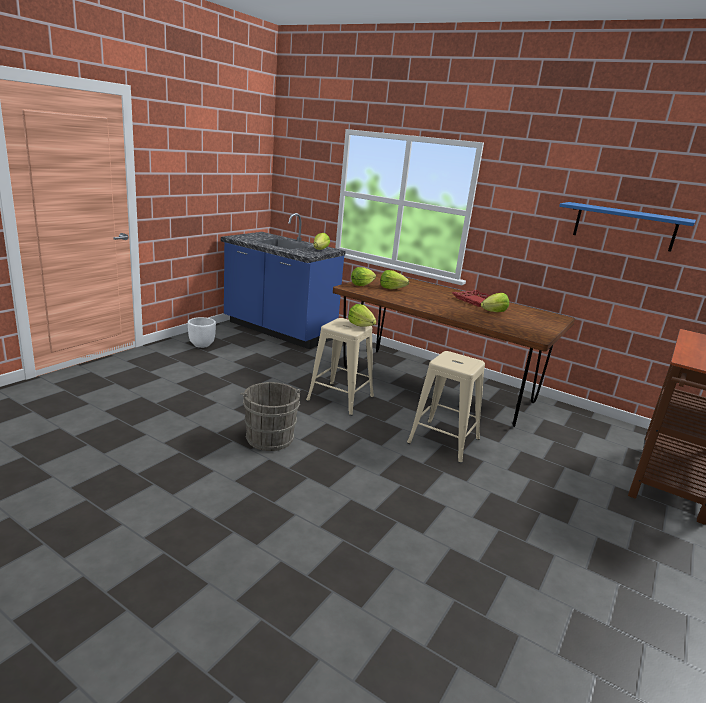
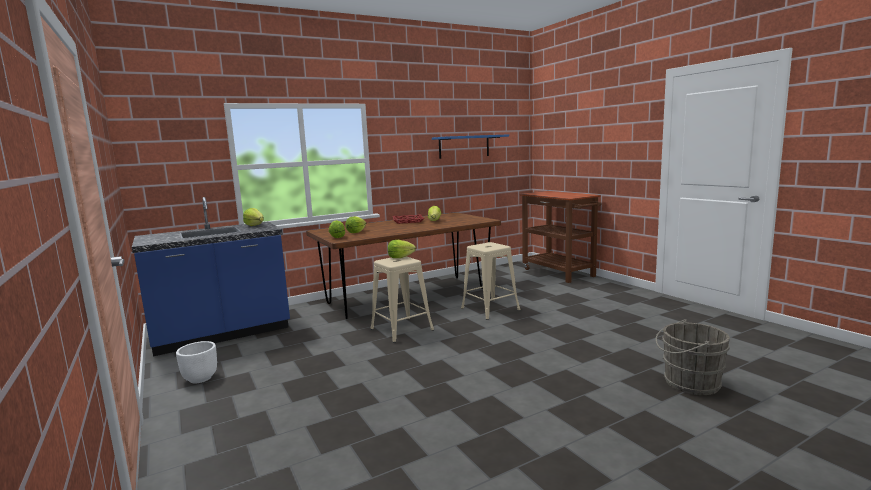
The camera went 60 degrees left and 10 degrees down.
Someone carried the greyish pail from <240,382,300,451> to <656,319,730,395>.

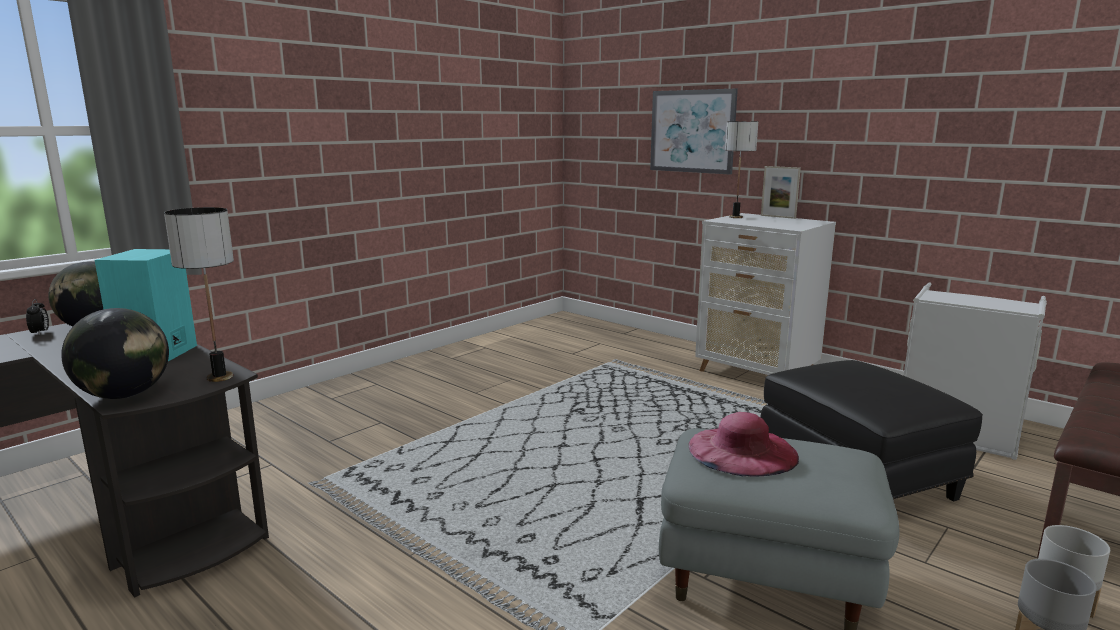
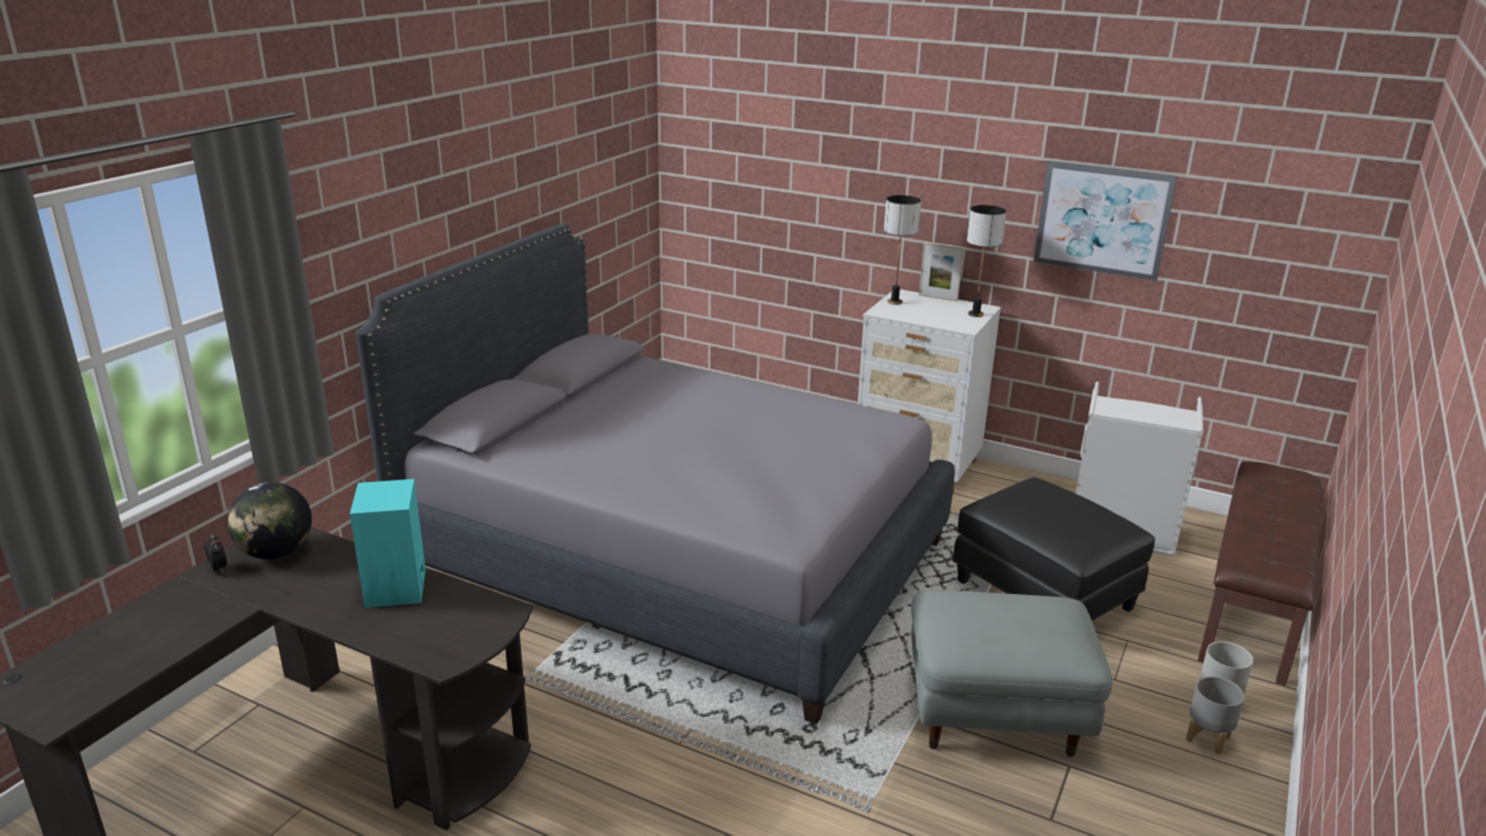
The camera went 15 degrees left and 10 degrees up.
Someone took away the desk globe at <61,308,169,399>.
Someone carried the tabletop lamp from <164,207,234,382> to <967,205,1006,317>.
Someone carried the wall picture from <650,89,738,174> to <1033,161,1177,281>.
Someone took away the pink clothing hat at <689,412,799,477>.
Someone put down the greyish bed at <356,223,955,725>.

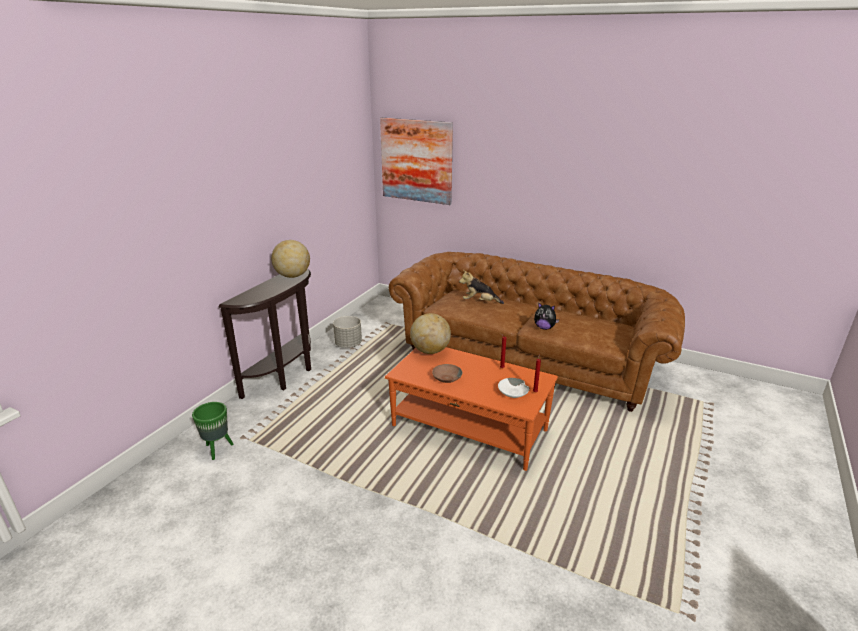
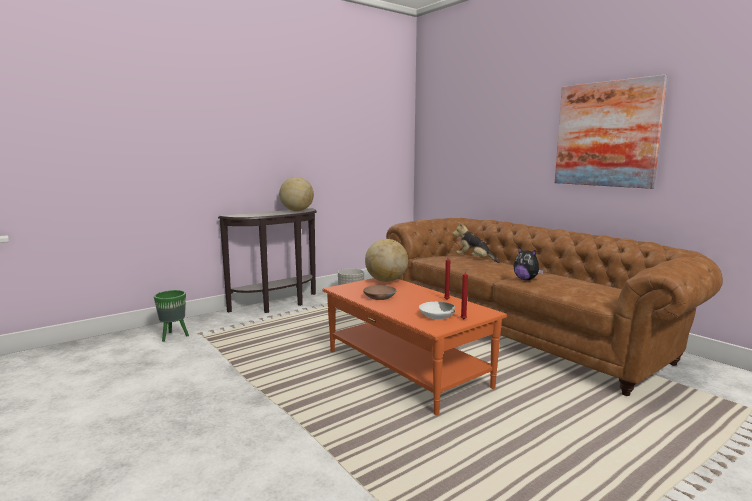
The camera went 25 degrees right and 15 degrees down.
Someone carried the wall picture from <380,118,453,205> to <555,75,667,189>.

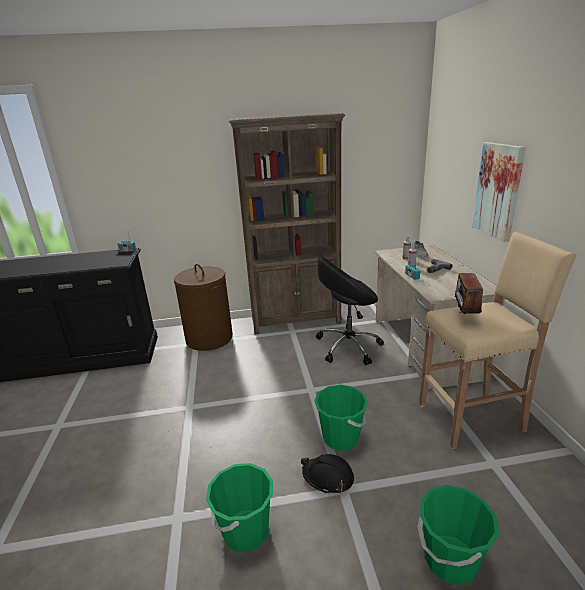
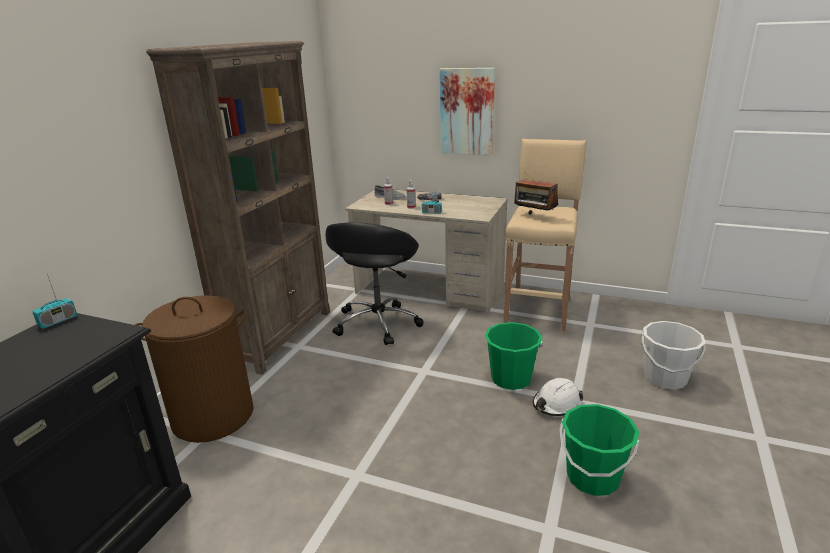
The camera went 60 degrees left and 0 degrees up.
Someone repainted the blackish work helmet at <301,454,354,494>, which became the white work helmet at <533,378,583,416>.
Someone repainted the green pail at <417,485,499,585>, which became the white pail at <641,321,706,390>.

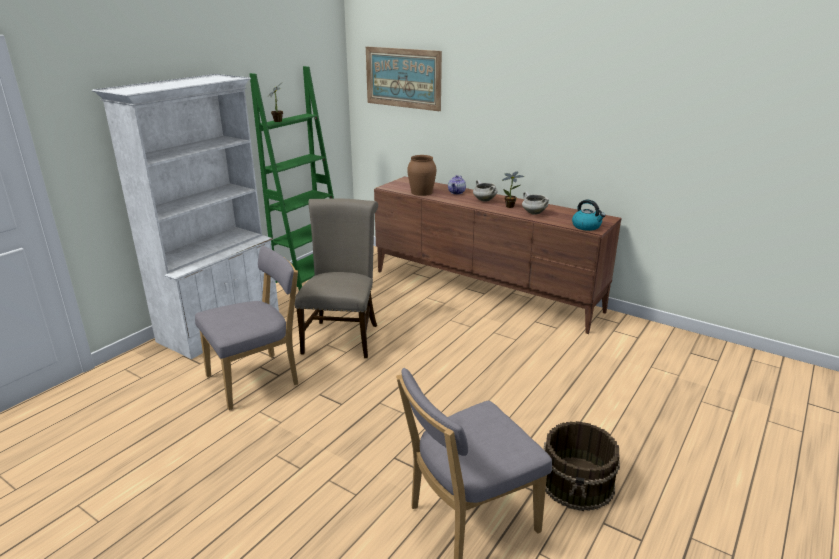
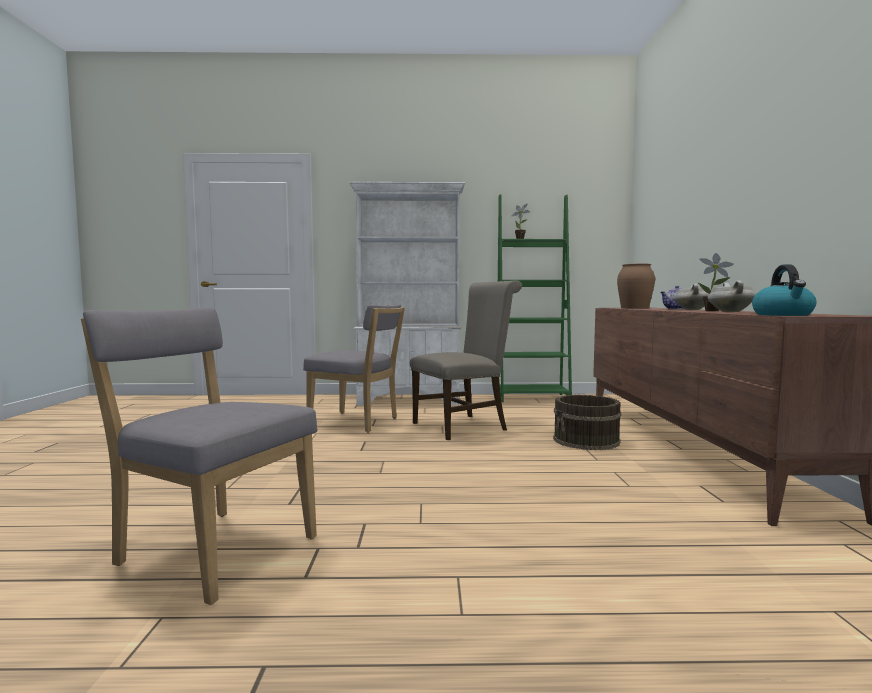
The camera went 55 degrees right and 20 degrees down.
Someone took away the wall picture at <366,47,442,111>.
Someone carried the brownish pail from <544,421,620,511> to <553,395,622,450>.

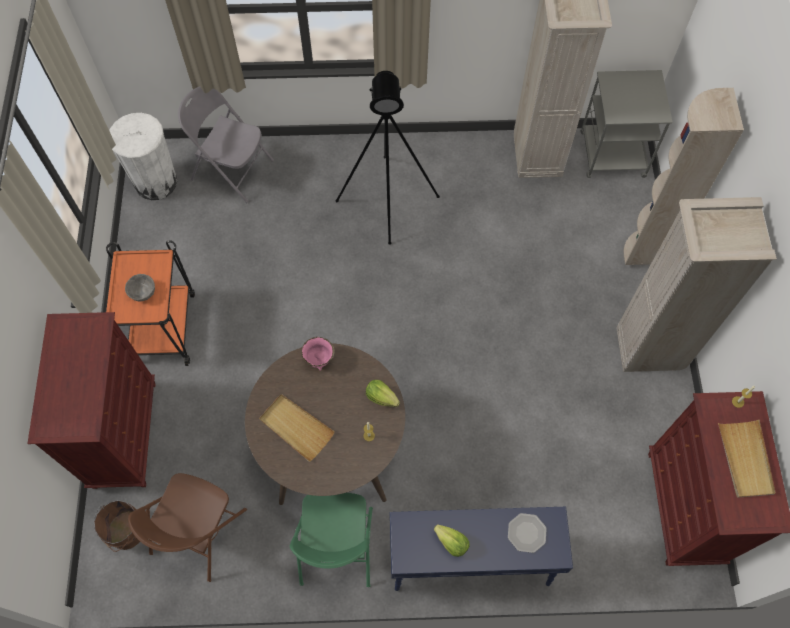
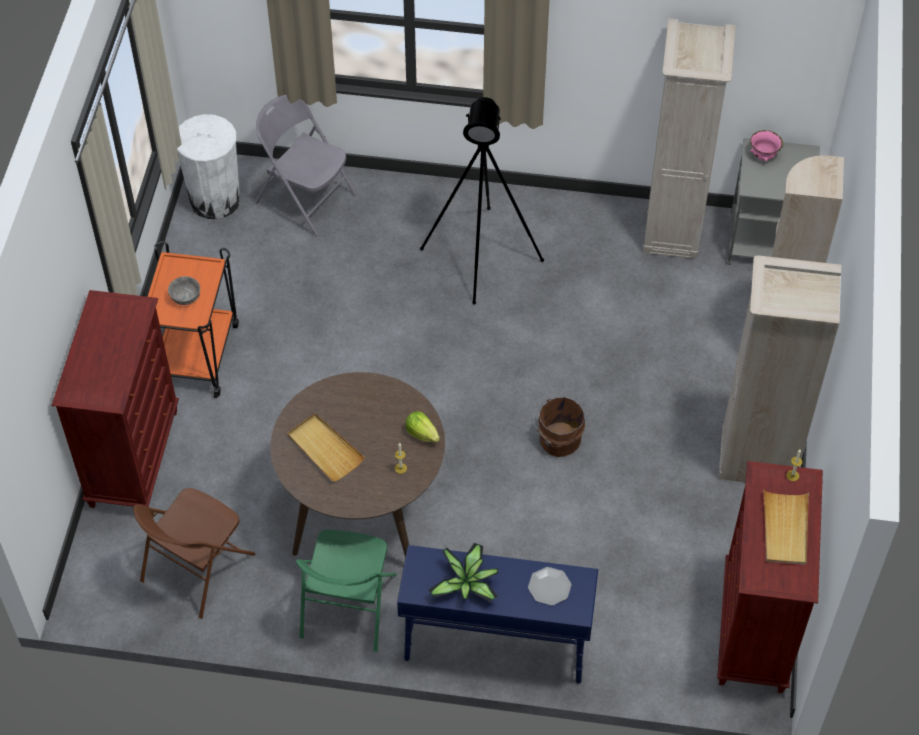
The camera went 10 degrees right and 10 degrees down.
Someone carried the brownish pail from <93,500,140,552> to <533,397,585,457>.
Someone carried the pink deep dish from <301,337,335,371> to <750,130,783,161>.
Someone swapped the lettuce head at <434,524,470,557> for the plant in a pot at <428,543,498,602>.

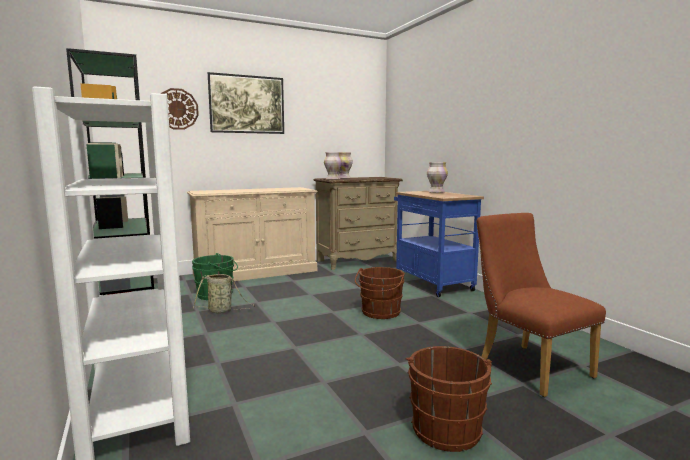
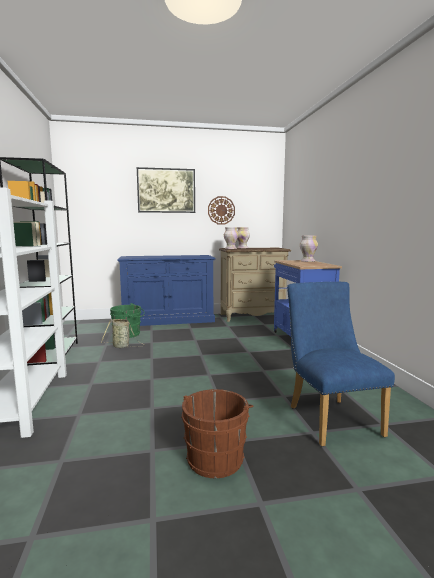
The camera went 15 degrees right and 0 degrees up.
Someone carried the clock on the wall from <161,88,199,130> to <208,196,235,225>.
Someone repainted the sand-coloured storage cabinet at <187,187,318,282>, which became the blue-coloured storage cabinet at <117,255,216,326>.
Someone took away the brownish pail at <355,267,405,319>.
Someone repainted the brownish chair at <476,213,606,397>, which became the blue-coloured chair at <287,282,395,447>.

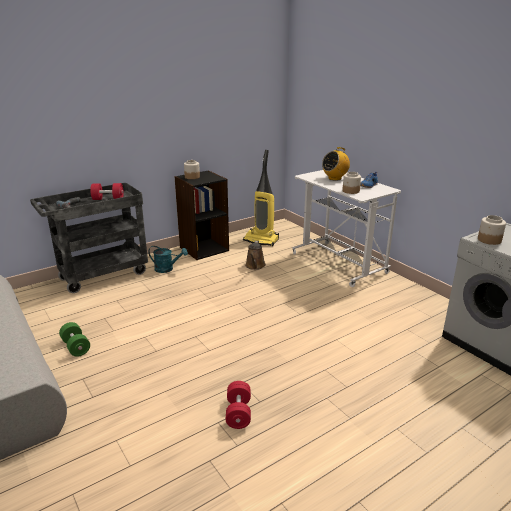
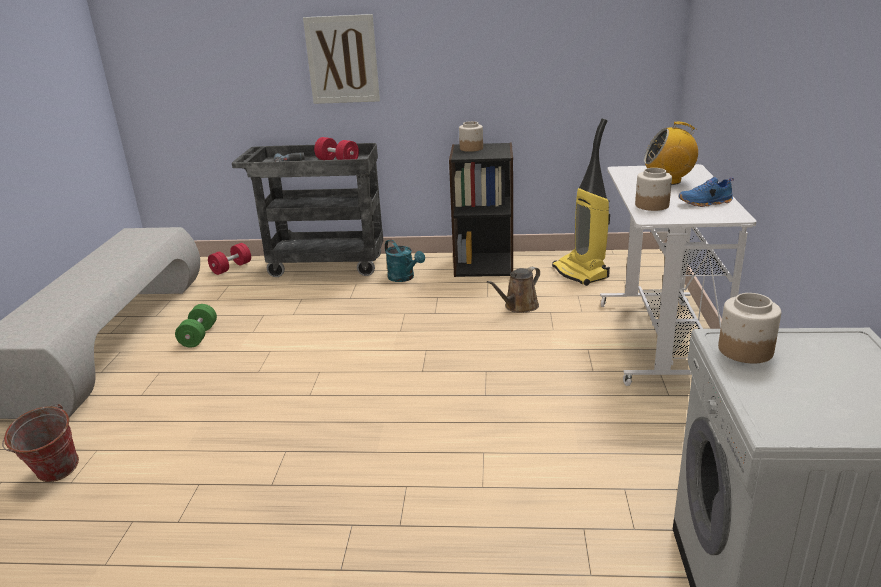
The camera went 40 degrees right and 0 degrees up.
Someone carried the reddish hand weight from <226,381,251,429> to <208,243,251,275>.
Someone put down the pail at <2,404,79,482>.
Someone put up the wall picture at <303,14,380,104>.

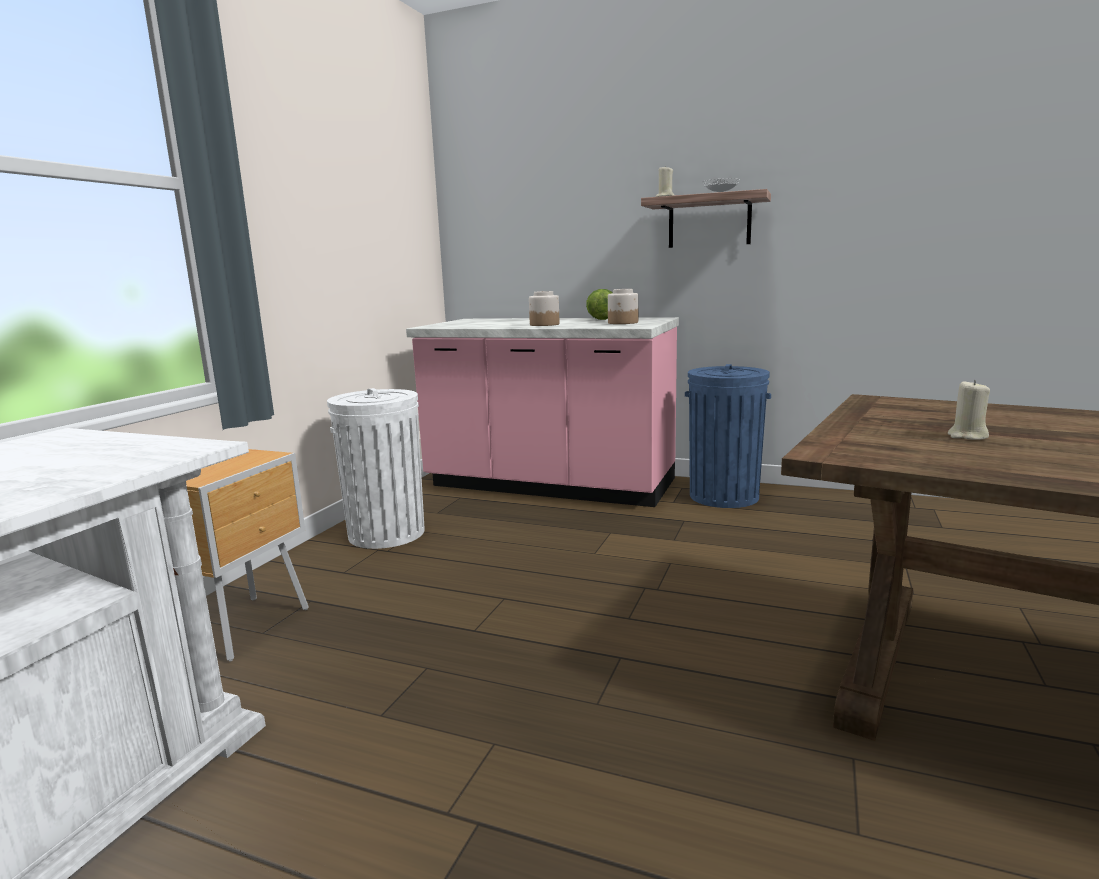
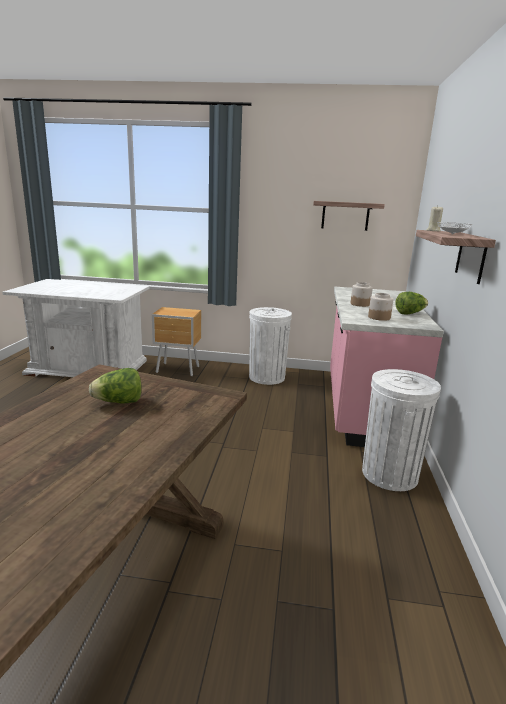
The camera went 75 degrees right and 5 degrees up.
Someone repainted the blue-coloured waste bin at <685,364,771,508>, which became the white waste bin at <362,369,441,491>.
Someone swapped the sand-coloured wax light at <948,380,990,440> for the lettuce head at <89,368,141,403>.
Someone put up the shelf at <313,201,385,231>.

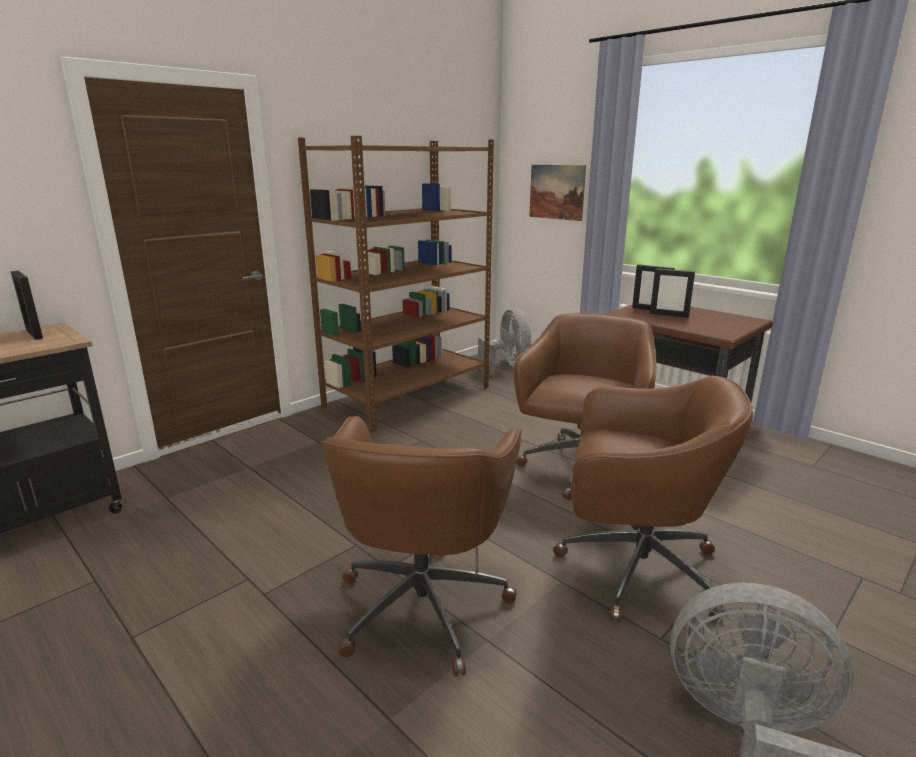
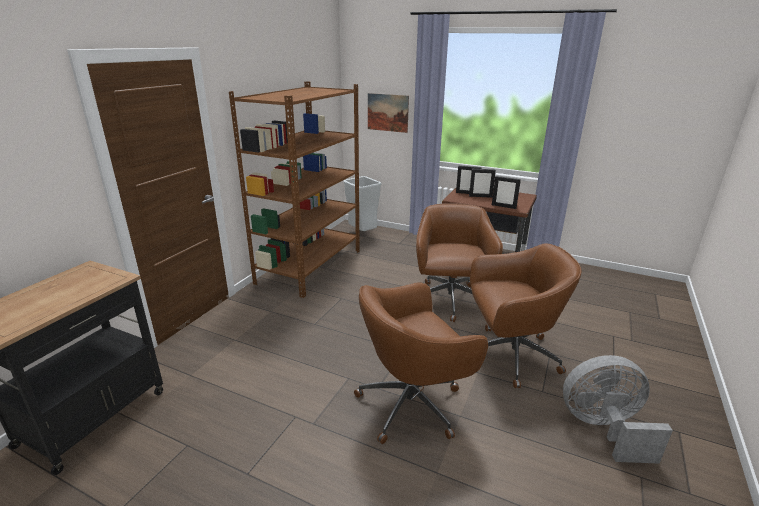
The camera went 20 degrees left and 5 degrees up.
Someone carried the picture frame from <11,271,43,340> to <492,176,521,209>.
Someone rotated the brownish office chair at <322,416,521,676> by 75 degrees clockwise.
Someone swapped the greyish electric fan at <478,308,531,376> for the greyish waste bin at <344,176,382,231>.

